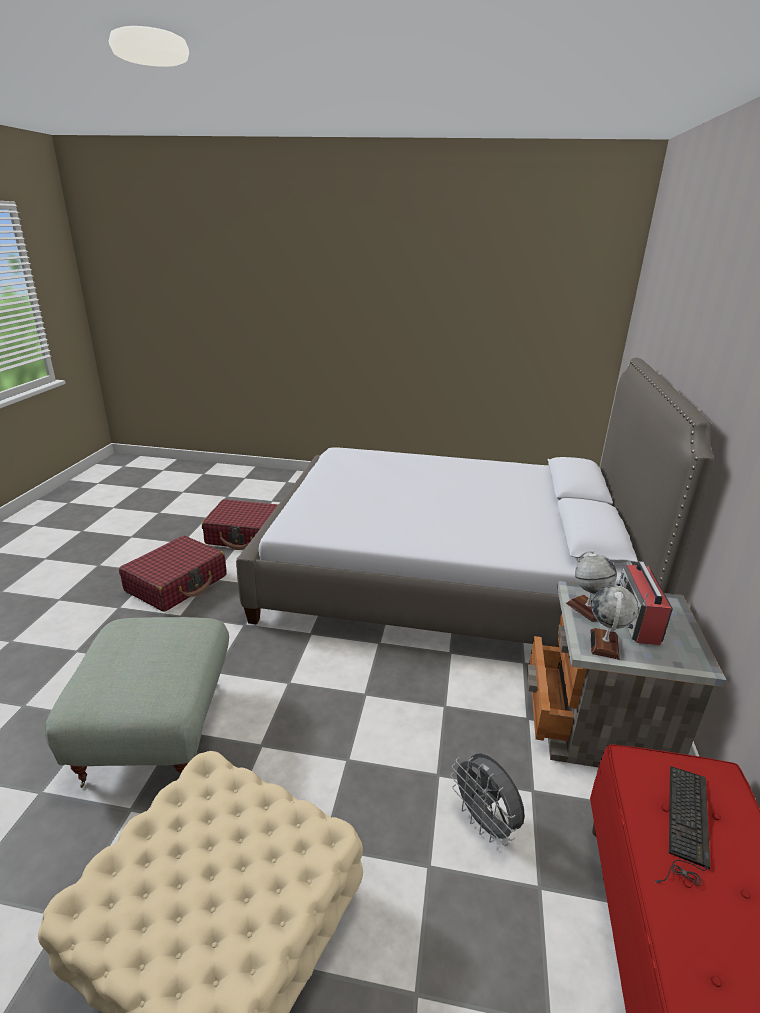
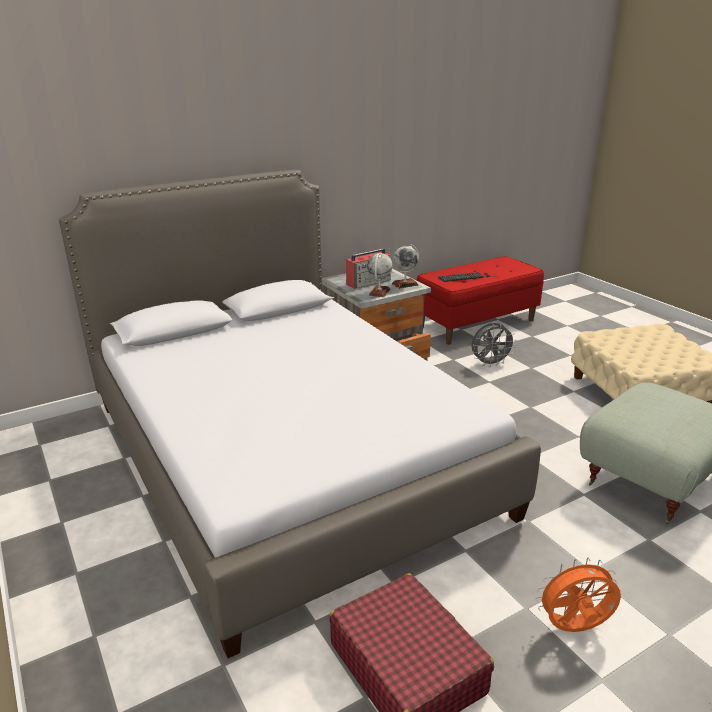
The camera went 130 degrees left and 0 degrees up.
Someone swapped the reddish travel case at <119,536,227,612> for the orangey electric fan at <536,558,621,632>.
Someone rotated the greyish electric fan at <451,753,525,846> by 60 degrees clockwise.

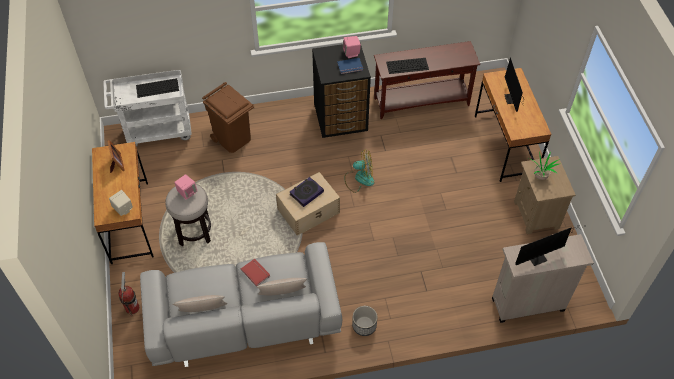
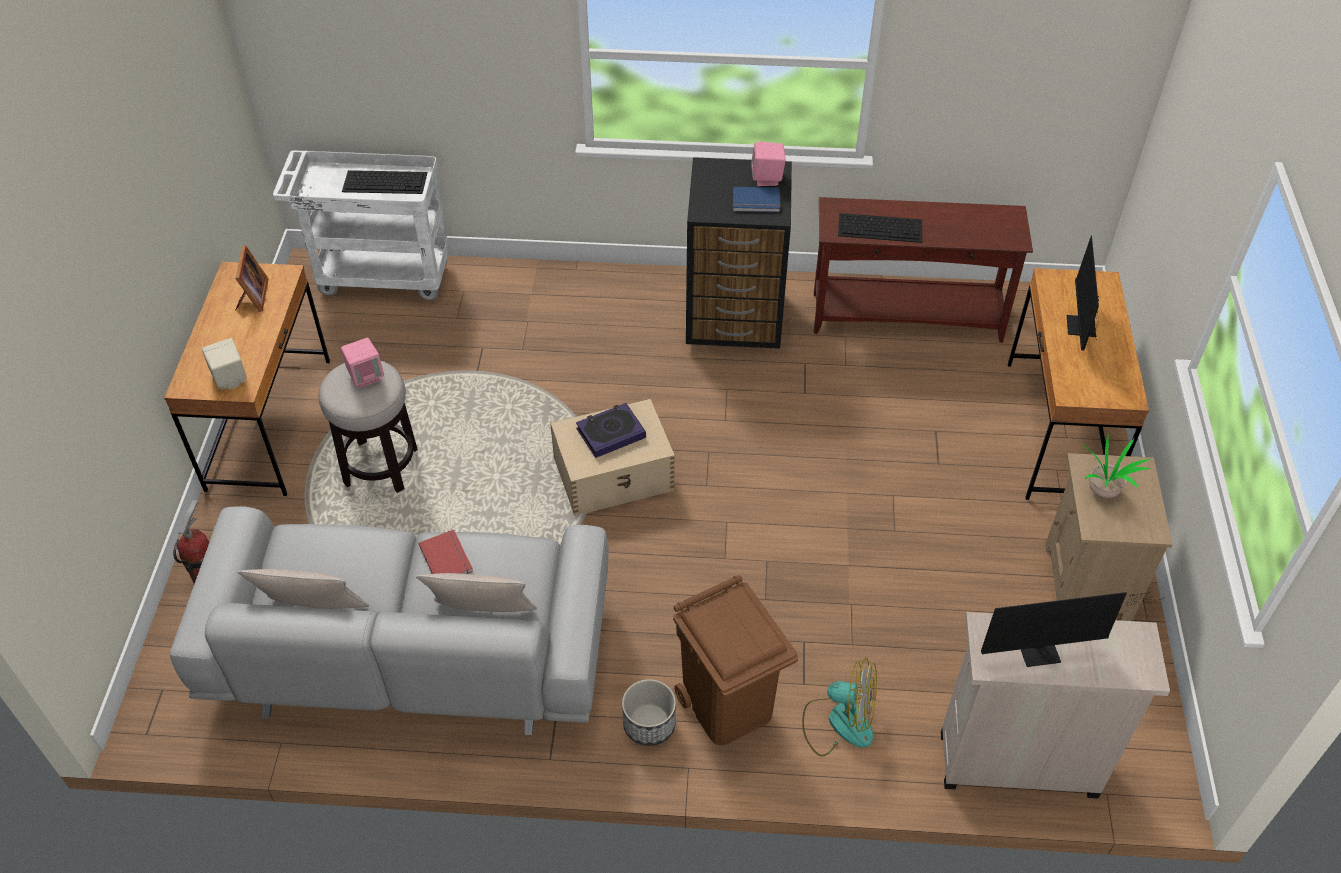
The camera went 15 degrees right and 5 degrees down.
Someone carried the brownish waste bin from <202,82,254,153> to <673,575,798,746>.
Someone carried the electric fan from <344,149,374,193> to <802,658,877,756>.

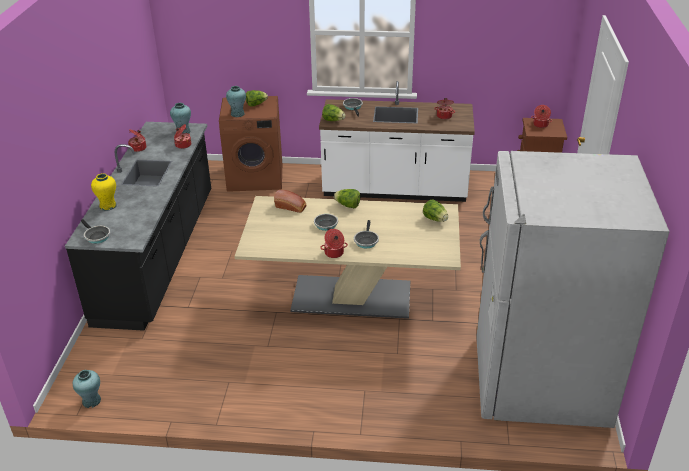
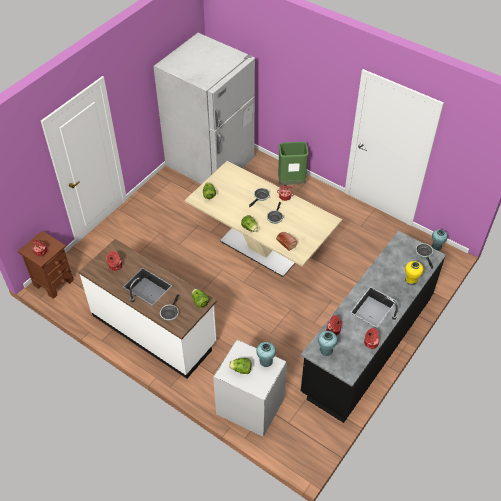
The camera went 150 degrees left and 15 degrees up.
Someone repainted the brownish laundry appliance at <219,96,282,192>, which became the white laundry appliance at <213,340,287,437>.
Someone put down the green waste bin at <278,142,309,185>.

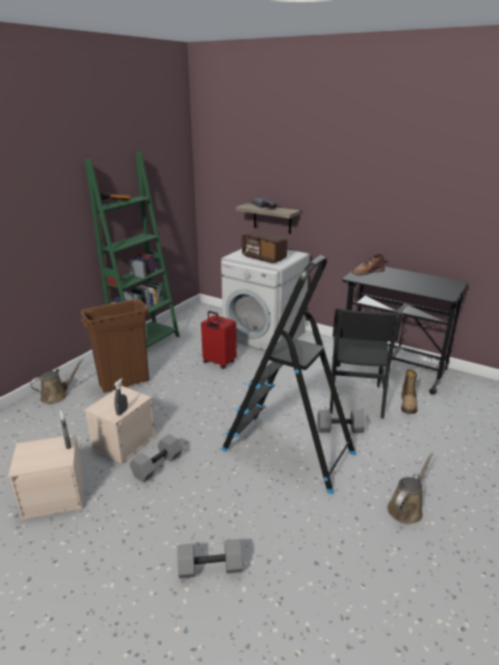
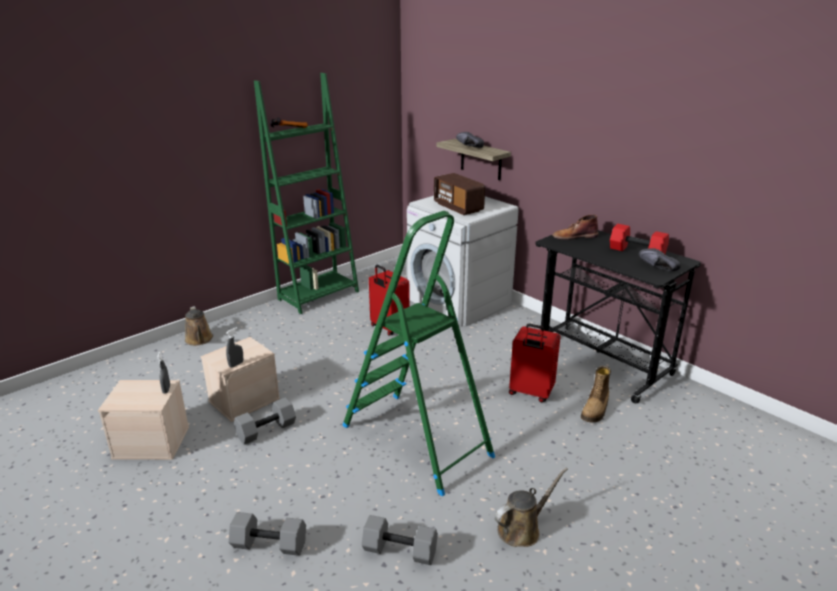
The camera went 15 degrees right and 0 degrees up.
Someone rotated the brownish watering pot at <30,358,84,404> by 90 degrees clockwise.
Someone took away the brownish waste bin at <81,299,150,393>.
Someone repainted the blackish stepladder at <221,255,356,494>, which became the green stepladder at <343,211,495,496>.
Someone carried the greyish hand weight from <318,410,365,433> to <361,515,438,565>.
Someone swapped the blackish chair at <330,308,403,419> for the reddish travel case at <509,323,560,402>.
Someone put down the reddish hand weight at <610,224,669,254>.
Someone put down the blackish low shoe at <639,248,681,271>.

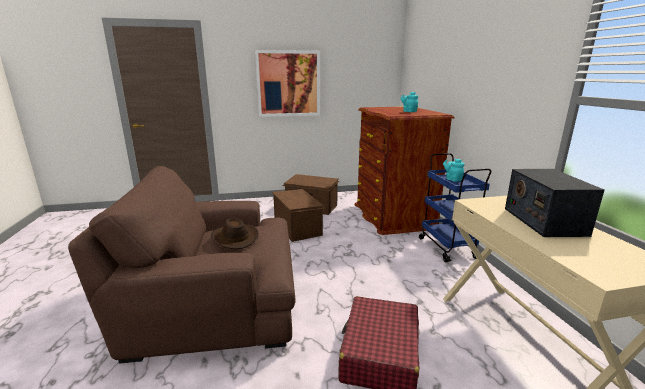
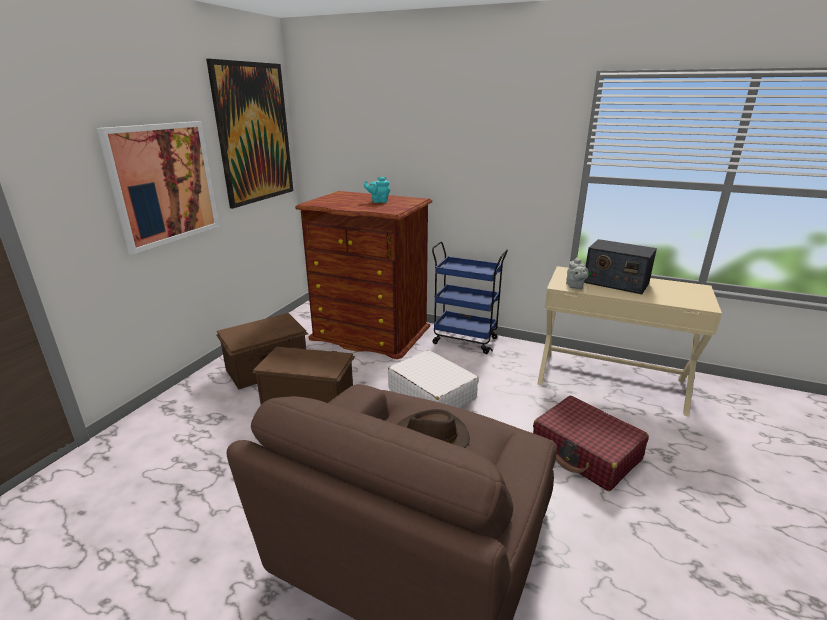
The camera went 55 degrees left and 5 degrees up.
Someone took away the turquoise tea pot at <443,159,465,182>.
Someone put up the wall picture at <206,59,293,209>.
Someone put down the white travel case at <388,350,479,408>.
Someone put down the greyish tea pot at <566,257,588,289>.

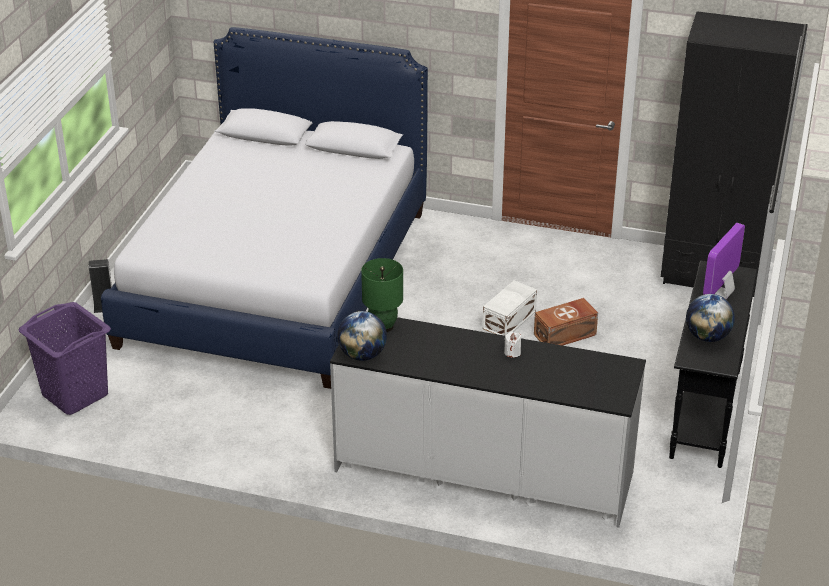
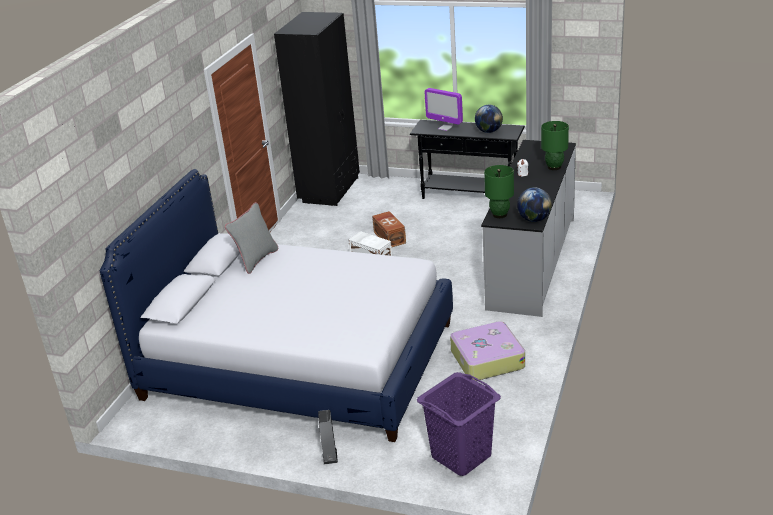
The camera went 85 degrees left and 5 degrees down.
Someone put down the greyish pillow at <225,202,278,274>.
Someone put down the travel case at <450,321,525,381>.
Someone put down the green tabletop lamp at <541,121,569,170>.

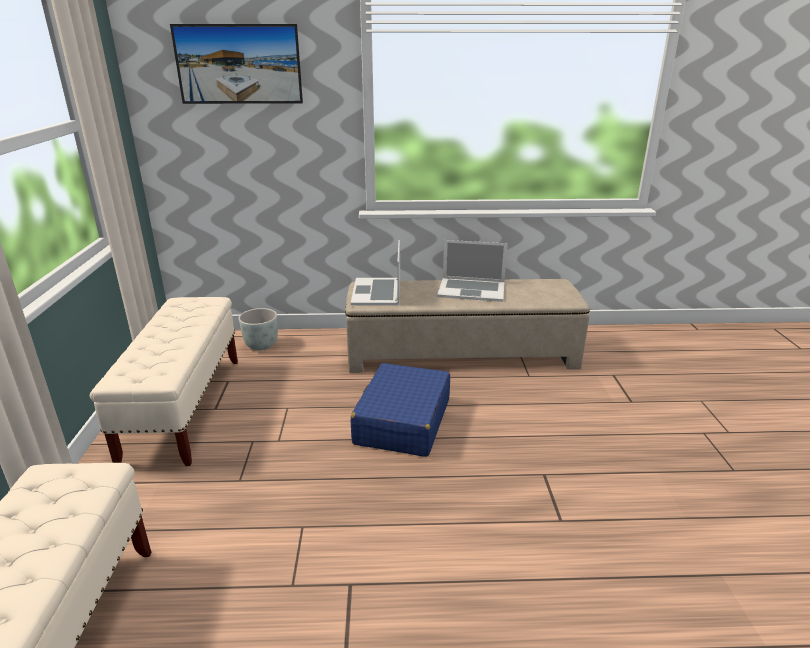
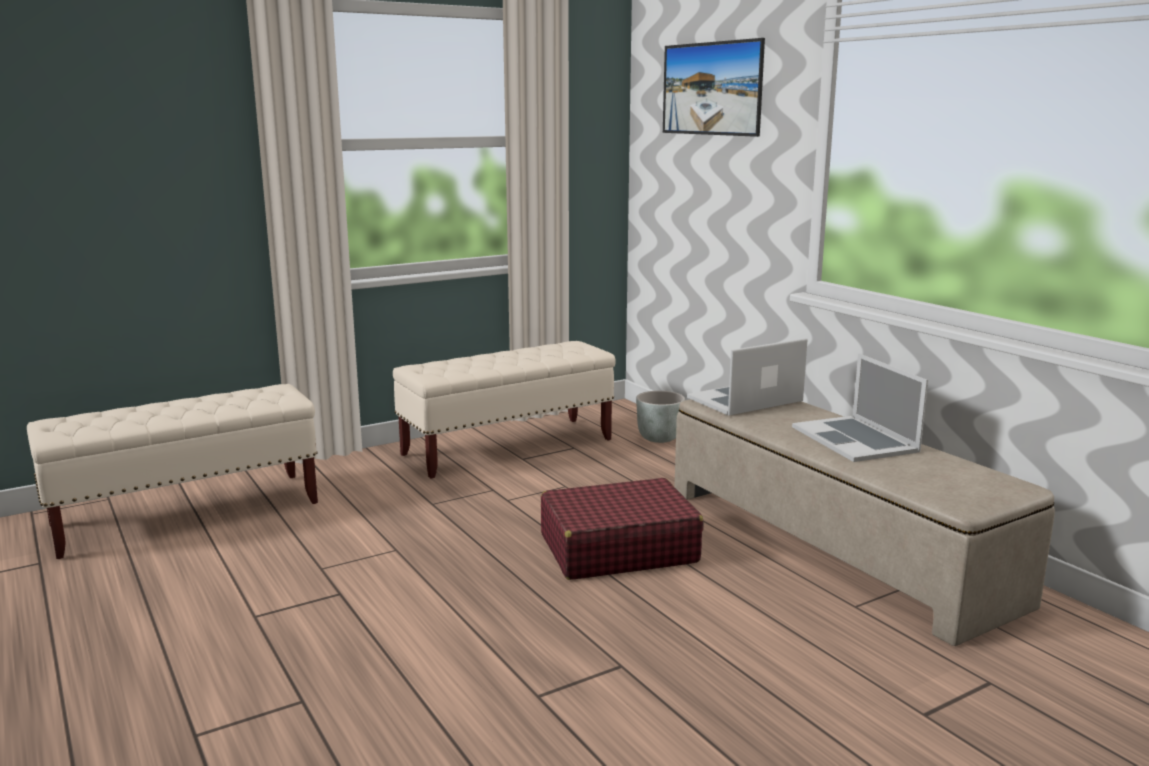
The camera went 60 degrees right and 10 degrees down.
Someone repainted the blue-coloured travel case at <350,363,450,457>, which became the reddish travel case at <541,478,703,580>.

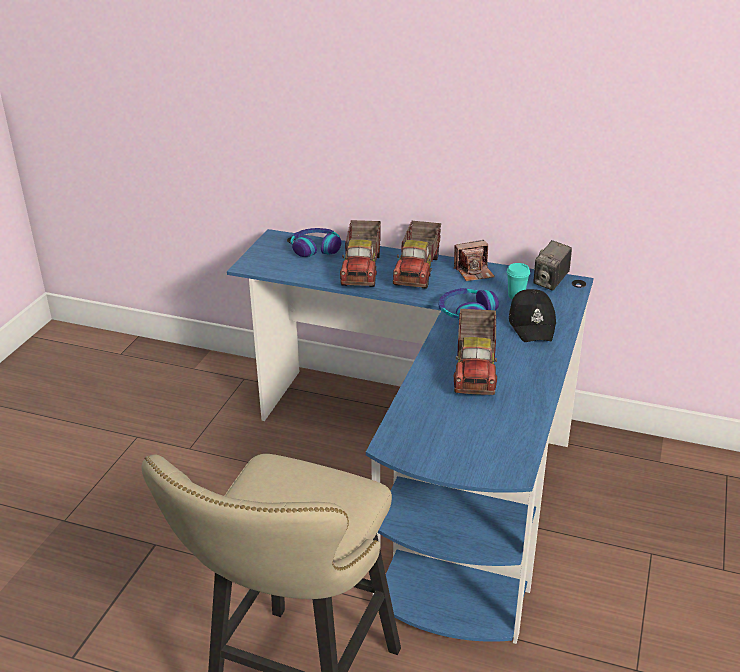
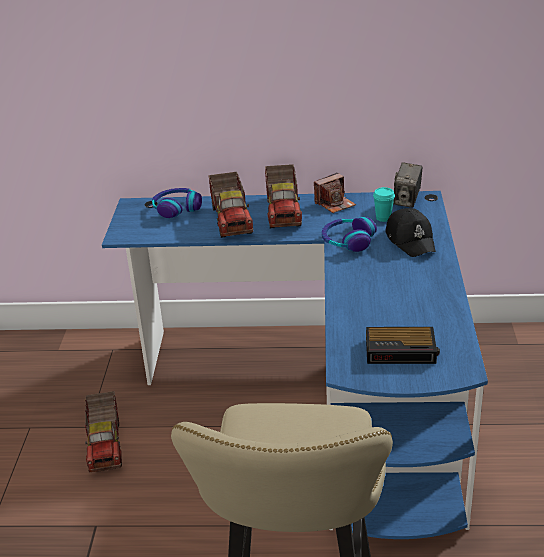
The camera went 15 degrees left and 0 degrees up.
Someone carried the toy truck from <454,309,497,395> to <85,391,122,472>.
Someone put down the alarm clock at <366,327,440,364>.

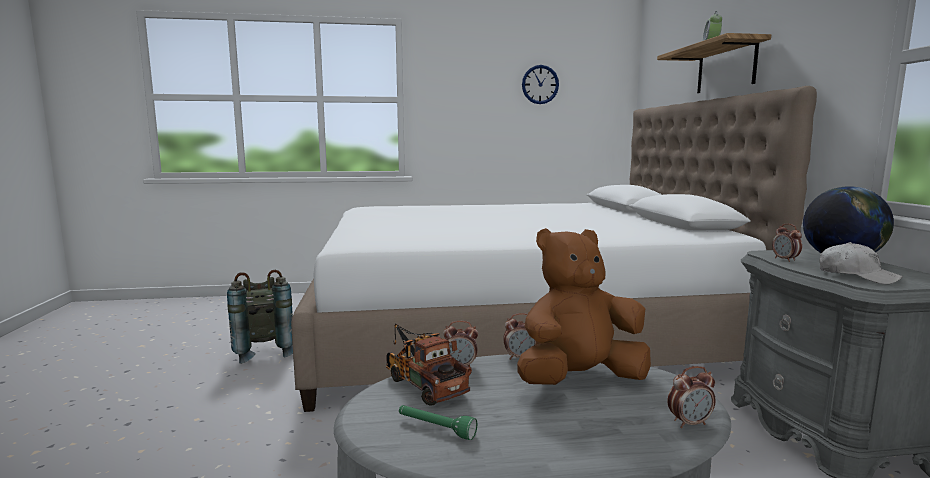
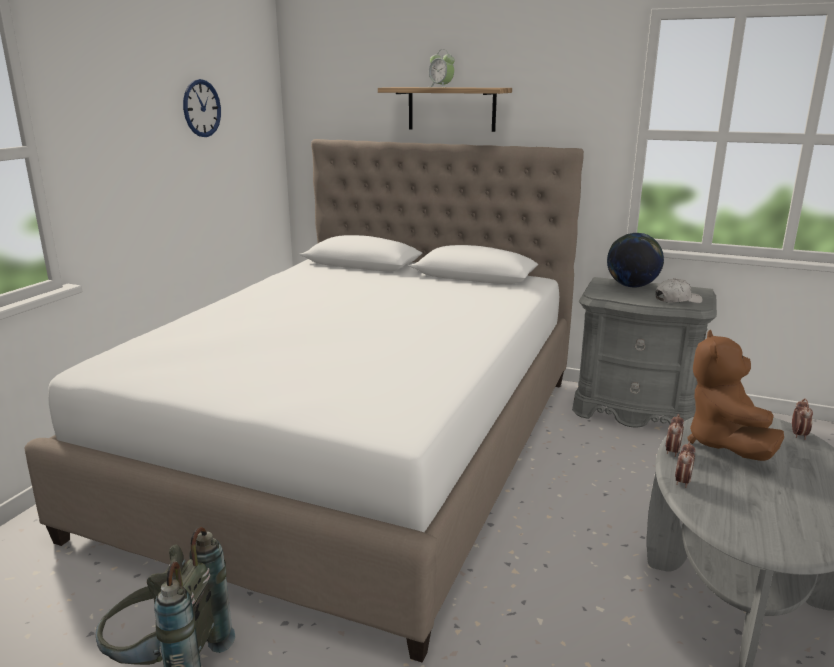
The camera went 60 degrees left and 10 degrees up.
Someone took away the toy truck at <386,324,472,406>.
Someone took away the green hand torch at <399,405,477,440>.
Someone took away the alarm clock at <772,223,802,262>.

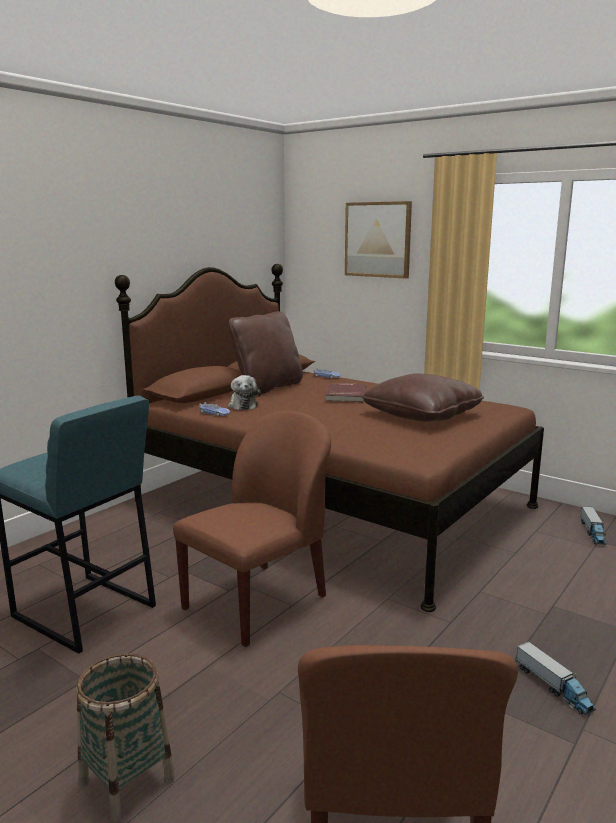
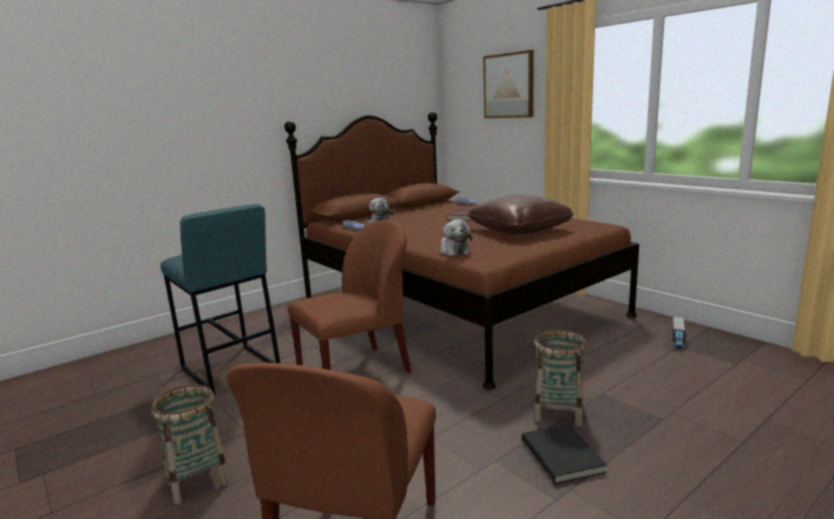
The camera went 15 degrees right and 0 degrees up.
Someone took away the brownish pillow at <229,311,303,395>.
Someone swapped the toy truck at <516,641,596,715> for the blackish book at <522,424,607,484>.
Someone put down the plush toy at <440,219,472,256>.
Someone put down the household basket at <534,330,587,426>.

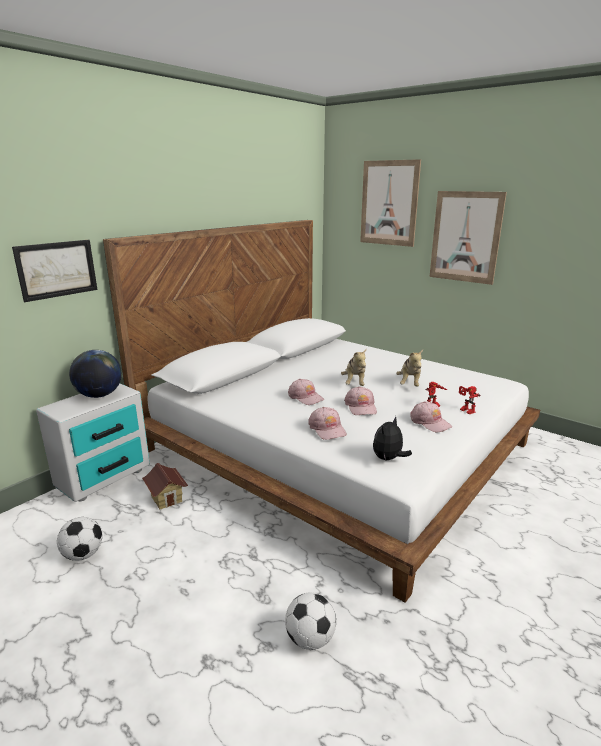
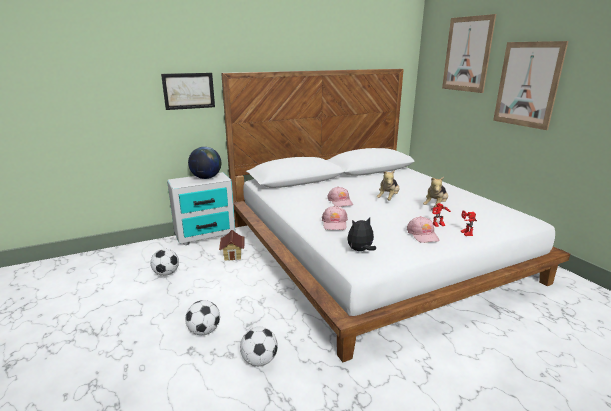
The camera went 25 degrees right and 0 degrees up.
Someone took away the pink baseball cap at <344,386,377,415>.
Someone put down the ball for football at <185,300,220,335>.

